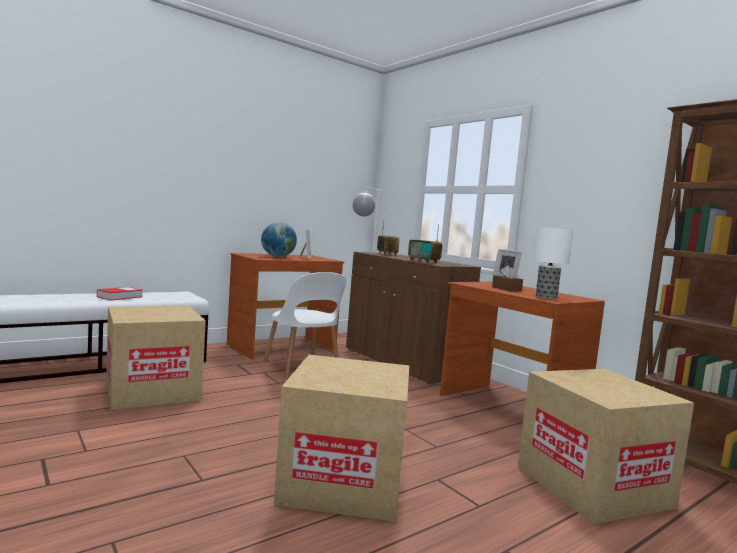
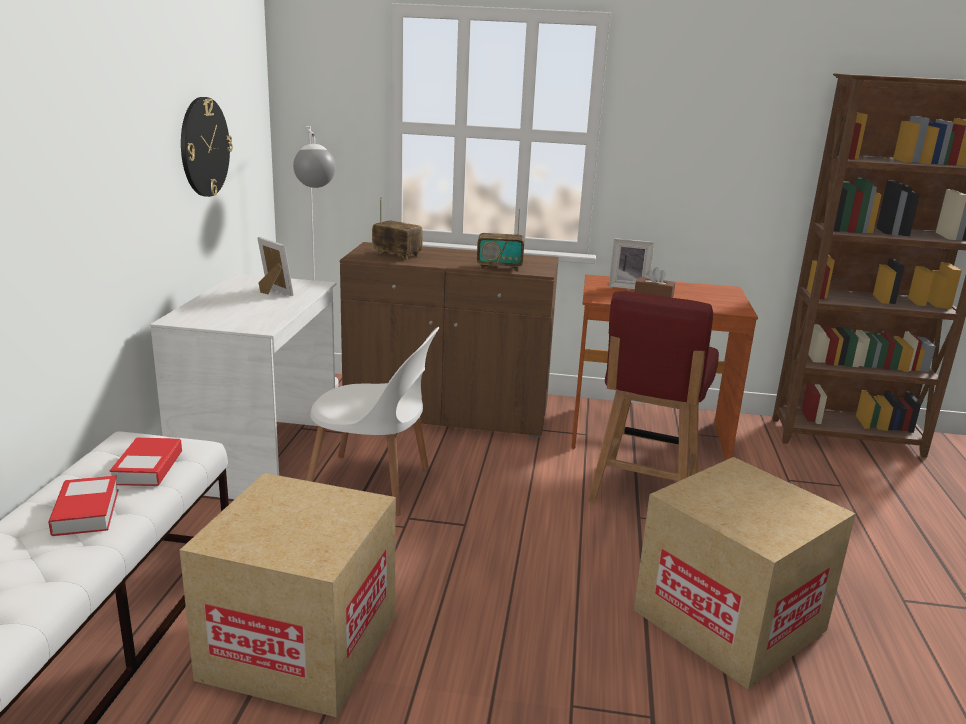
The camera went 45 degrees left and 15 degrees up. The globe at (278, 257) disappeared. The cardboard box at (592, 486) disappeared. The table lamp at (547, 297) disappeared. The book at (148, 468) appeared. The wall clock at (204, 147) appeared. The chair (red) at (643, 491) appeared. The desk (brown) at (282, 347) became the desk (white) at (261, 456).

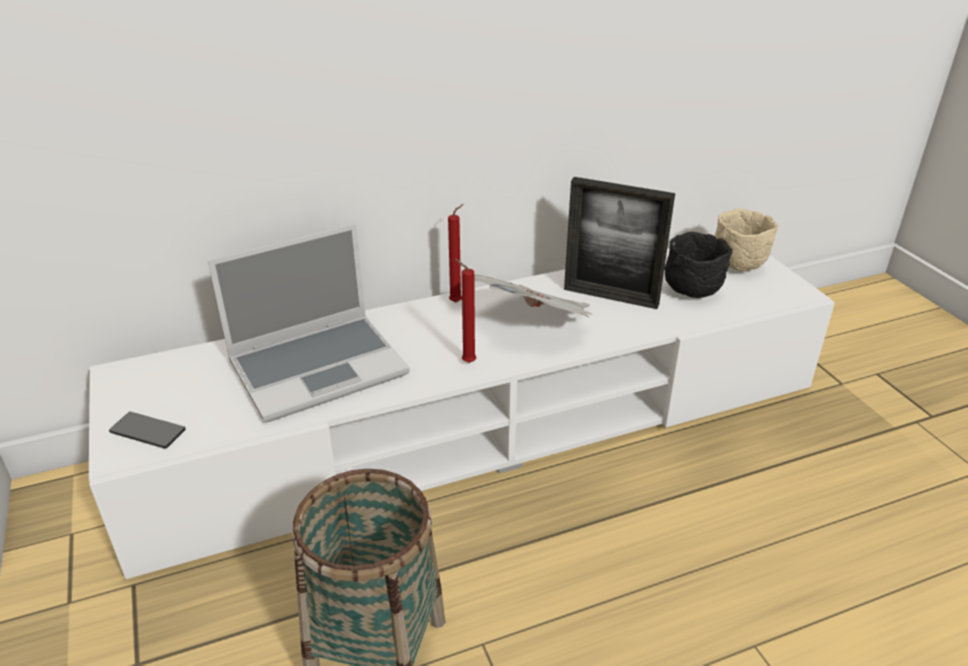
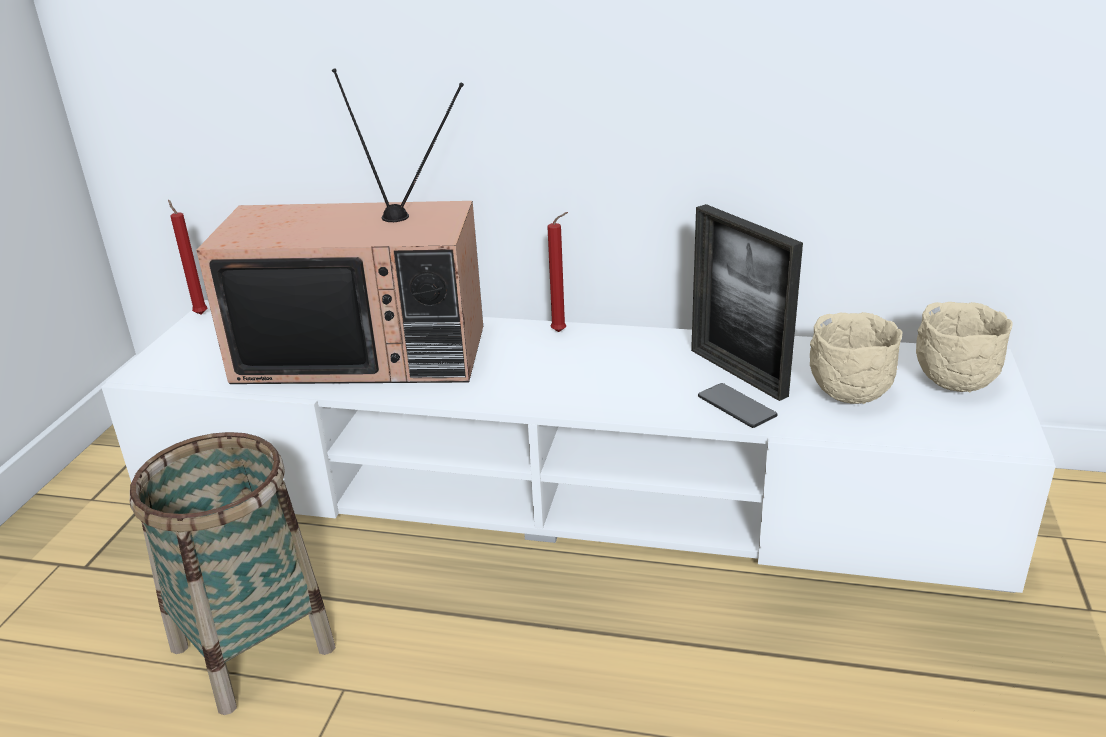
The camera went 35 degrees right and 5 degrees down. The newspaper at (536, 324) disappeared. The phone moved from (148, 431) to (736, 407). The candle (red) moved from (466, 362) to (200, 313). The laptop at (319, 367) was replaced by the television at (366, 352). The bowl (black) at (690, 293) became the bowl (beige) at (847, 396).

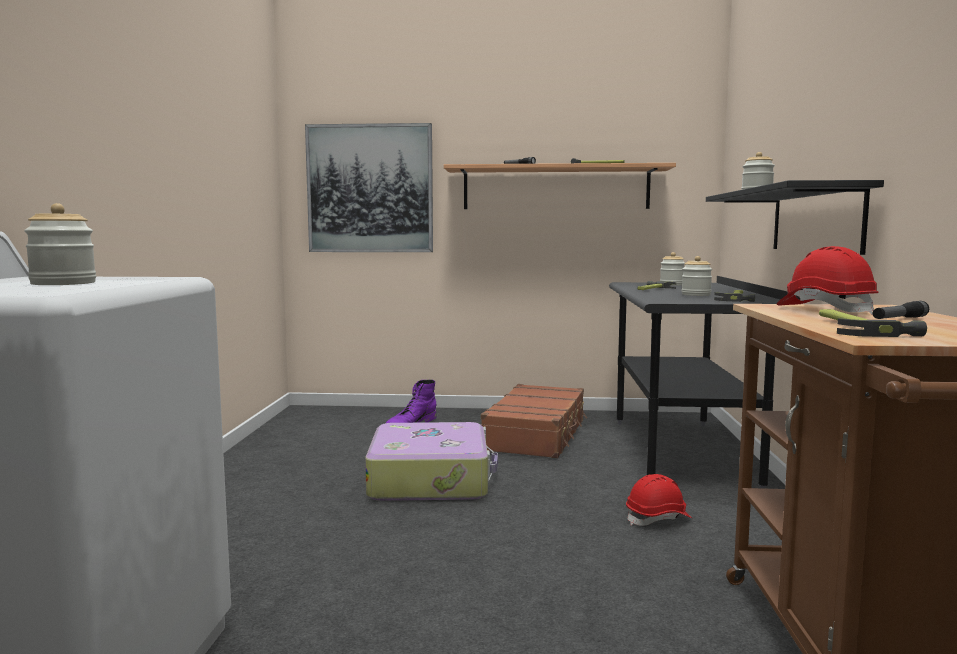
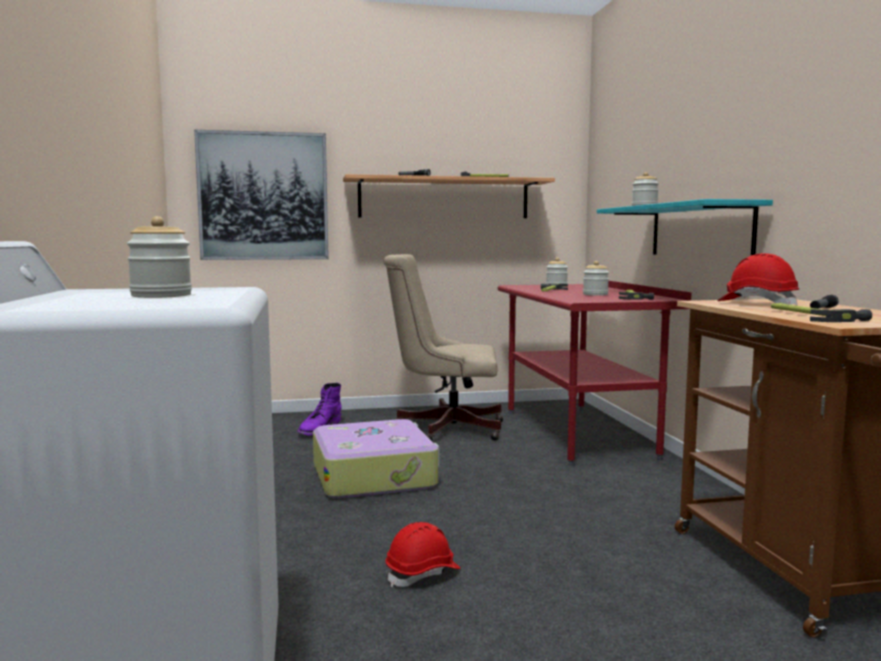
The camera went 15 degrees left and 0 degrees up. The hard hat (red) moved from (658, 519) to (423, 573). The suitcase (brown) at (537, 435) was replaced by the office chair (beige) at (445, 428). The desk (black) at (681, 452) became the desk (red) at (577, 434). The shelf (black) at (815, 220) became the shelf (turquoise) at (699, 231).

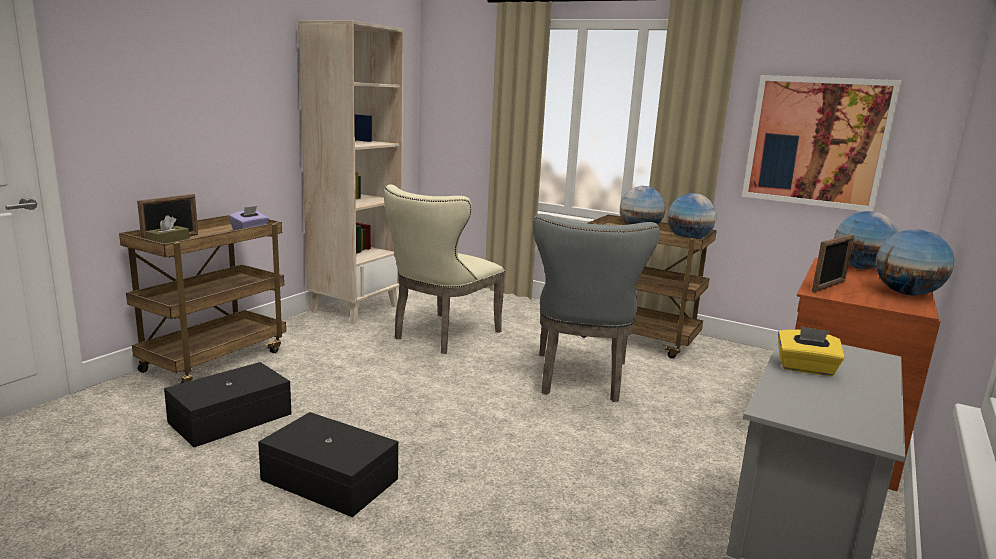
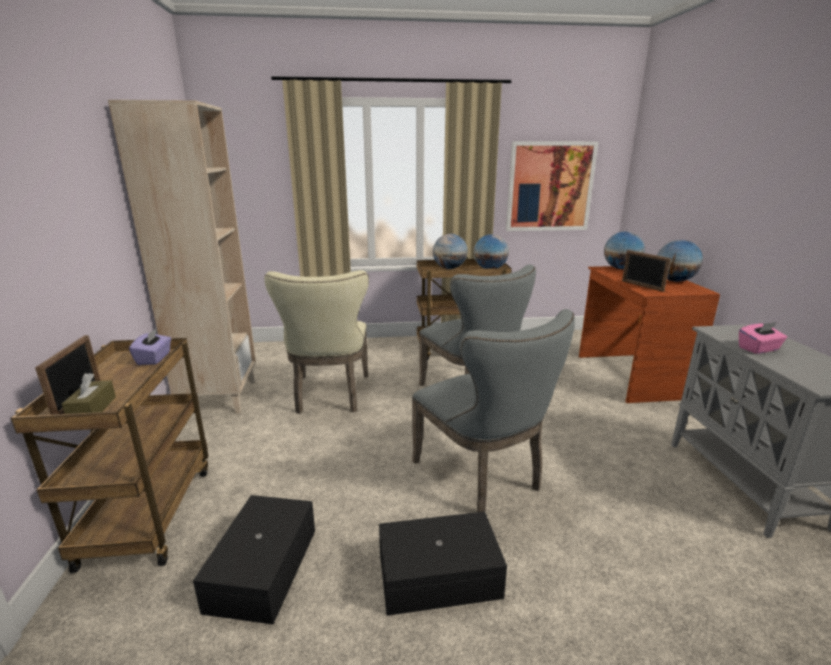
The camera went 35 degrees left and 5 degrees up. The chair (grey) at (483, 477) appeared. The tissue box (yellow) at (805, 368) became the tissue box (pink) at (758, 349). The picture frame at (829, 286) turned 135 degrees clockwise.

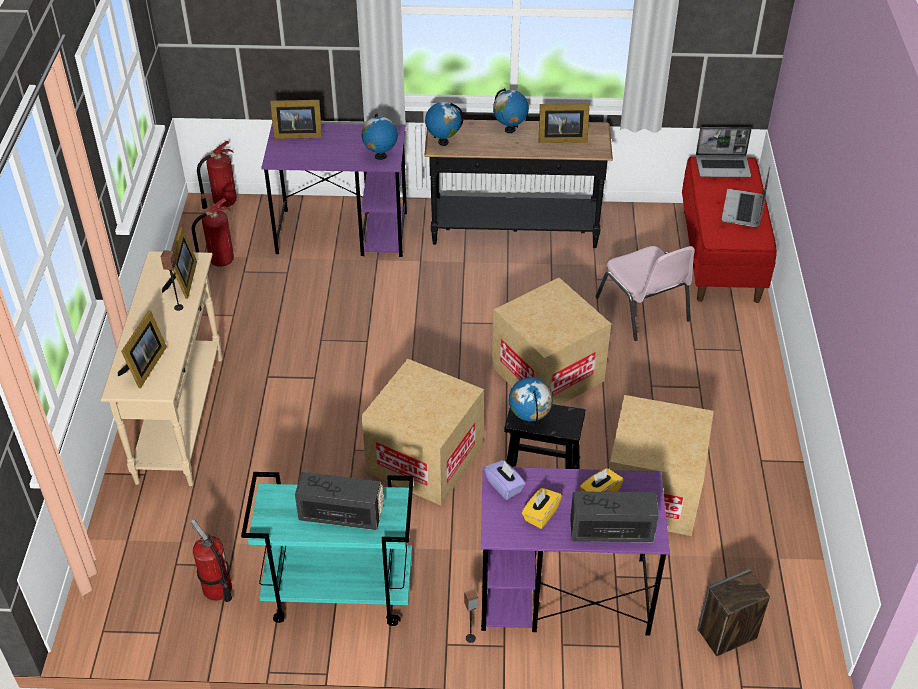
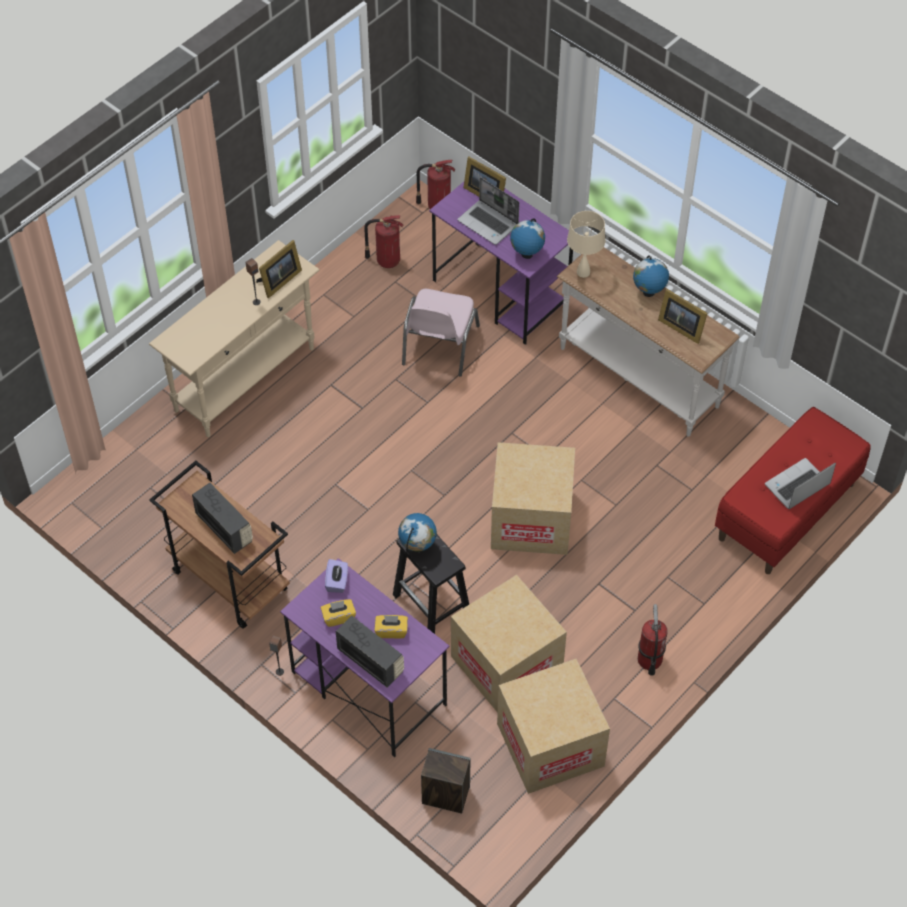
The camera went 40 degrees right and 10 degrees up. The picture frame at (144, 367) disappeared. The fire extinguisher moved from (217, 589) to (649, 660). The cardboard box moved from (425, 459) to (550, 745). The chair (pink) moved from (643, 310) to (439, 346). The laptop moved from (723, 167) to (489, 223). The globe at (443, 142) was replaced by the table lamp (beige) at (583, 272). The cart (turquoise) at (338, 593) became the cart (brown) at (228, 580). The console table (black) at (514, 231) became the console table (white) at (637, 378).

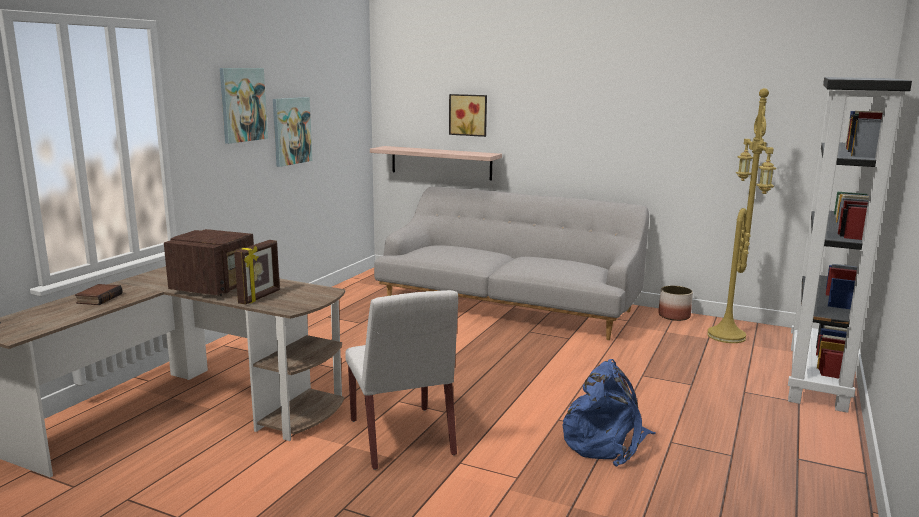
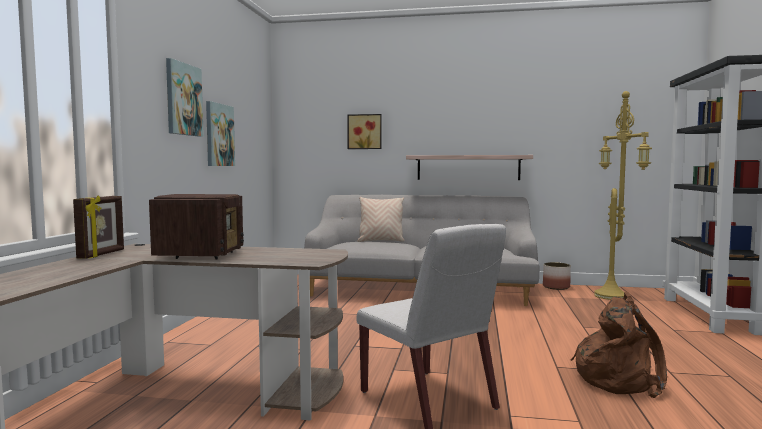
The camera went 15 degrees left and 10 degrees down. The book at (98, 298) disappeared. The pillow (beige) at (381, 241) appeared. The picture frame moved from (260, 297) to (102, 254). The shelf moved from (441, 162) to (468, 167). The backpack (blue) at (606, 442) became the backpack (brown) at (619, 379).

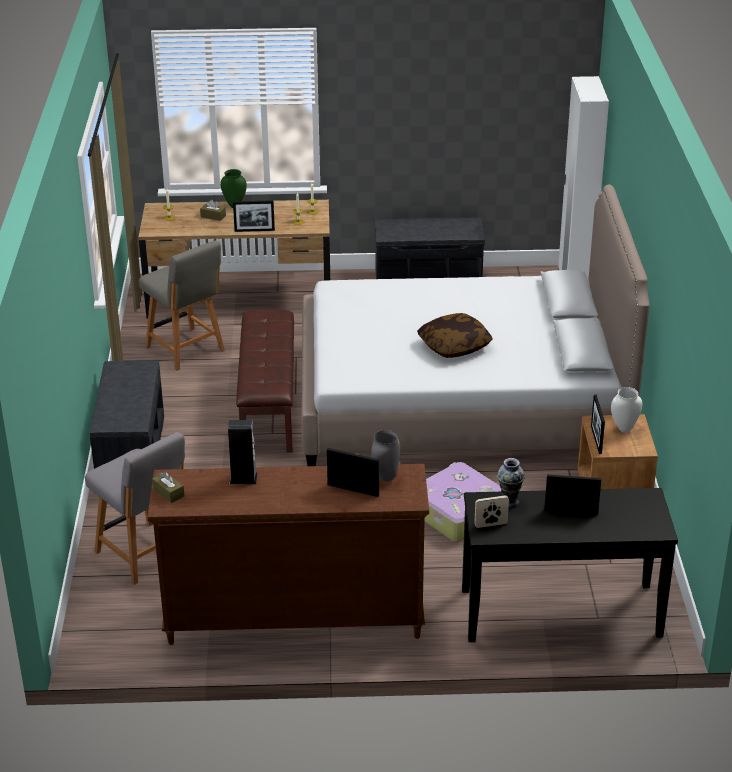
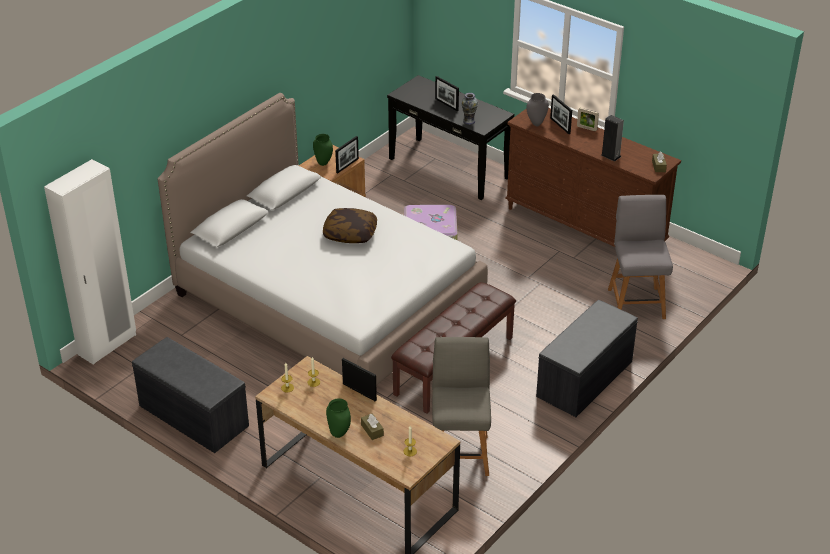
The camera went 140 degrees left and 5 degrees up. The picture frame moved from (490, 525) to (586, 128). The vase (white) at (624, 429) became the vase (green) at (323, 163).

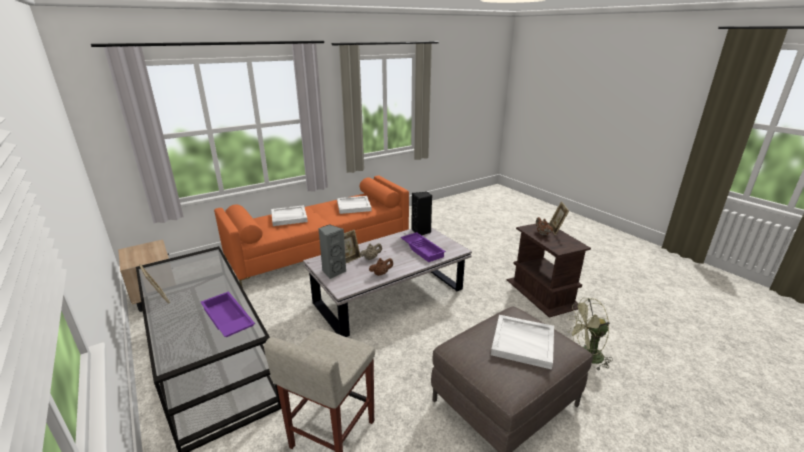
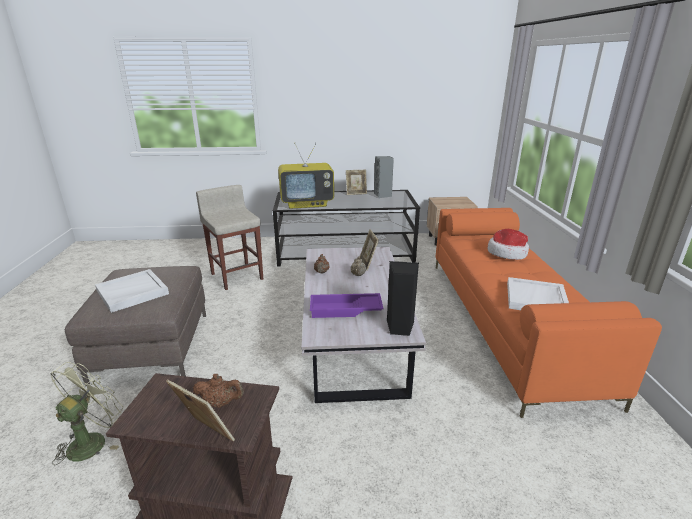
The camera went 120 degrees right and 0 degrees up. The speaker (grey) moved from (333, 272) to (383, 195). The tray (purple) at (227, 320) was replaced by the television at (307, 203). The tray (white) at (289, 217) was replaced by the hat at (507, 253).

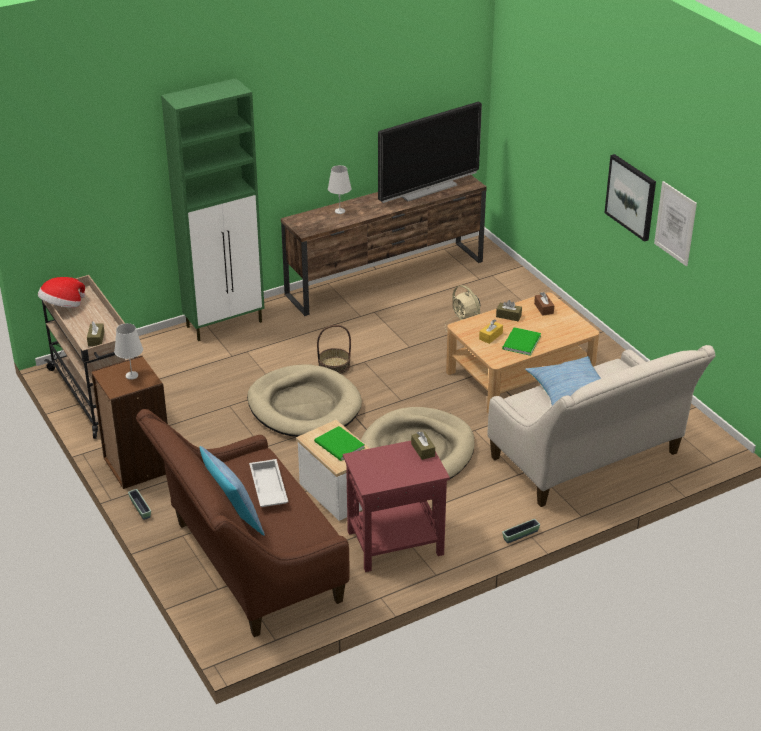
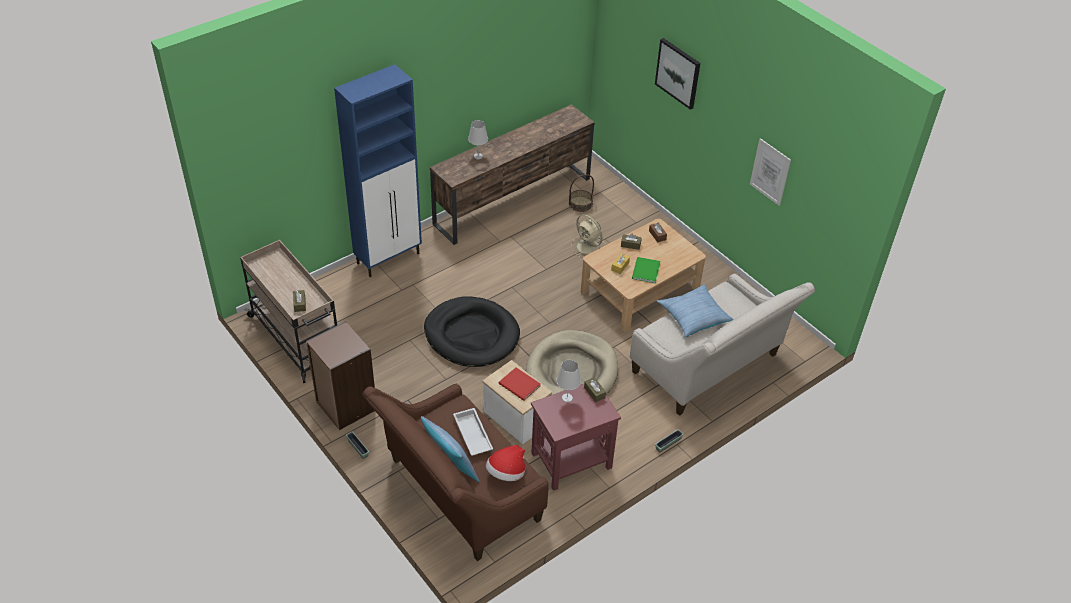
The camera went 10 degrees left and 10 degrees up. The television at (427, 189) disappeared. The hat moved from (63, 307) to (506, 473). The table lamp (white) moved from (132, 375) to (567, 397). The basket moved from (334, 366) to (580, 204). The picture moved from (631, 197) to (678, 73). The cabinet (green) at (225, 324) became the cabinet (blue) at (389, 258). The dog bed (beige) at (304, 406) became the dog bed (black) at (471, 335). The book (green) at (339, 446) became the book (red) at (519, 386).

